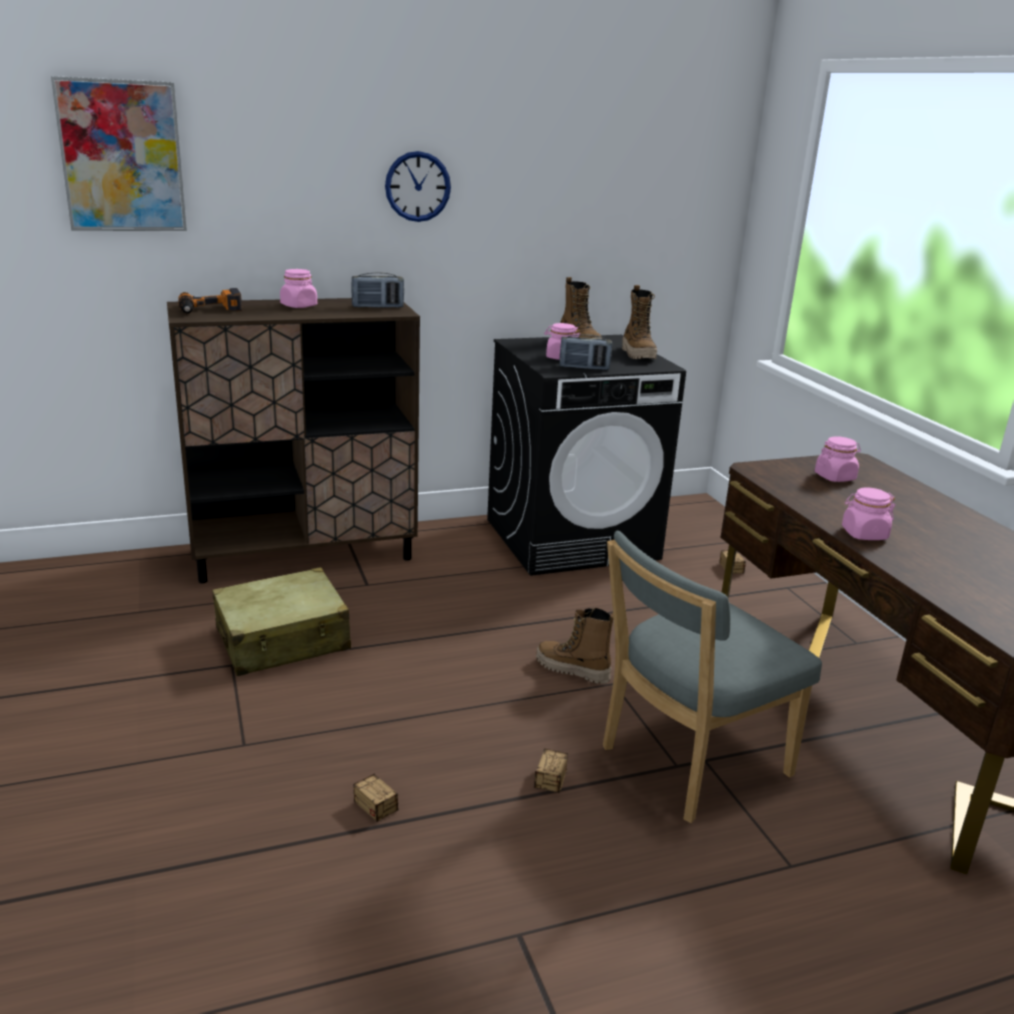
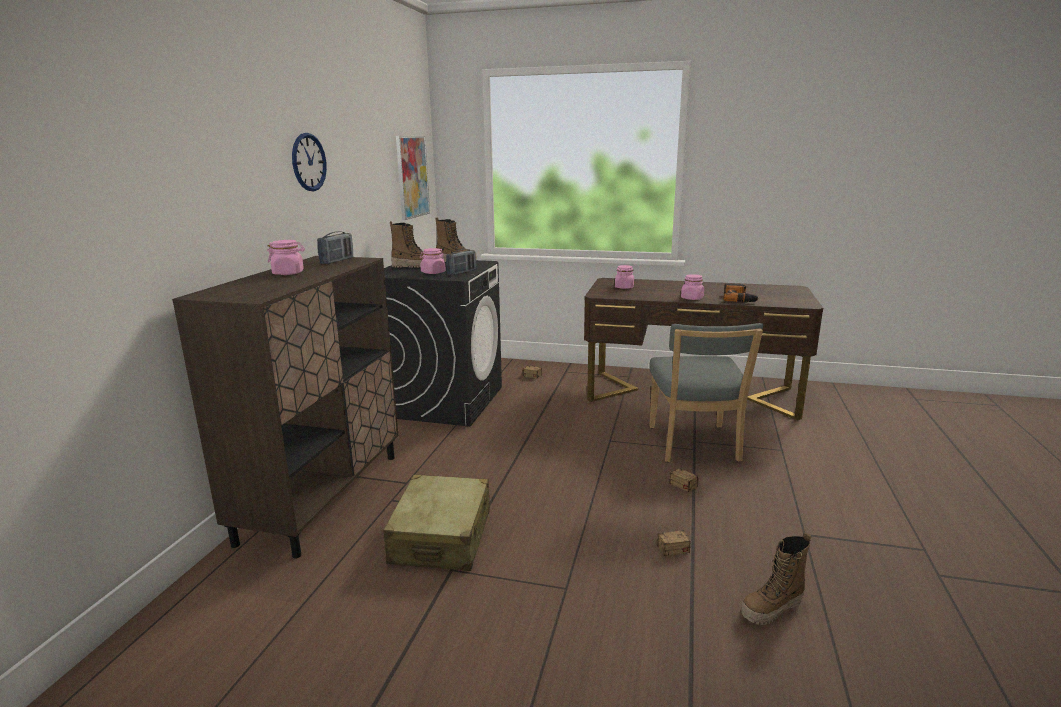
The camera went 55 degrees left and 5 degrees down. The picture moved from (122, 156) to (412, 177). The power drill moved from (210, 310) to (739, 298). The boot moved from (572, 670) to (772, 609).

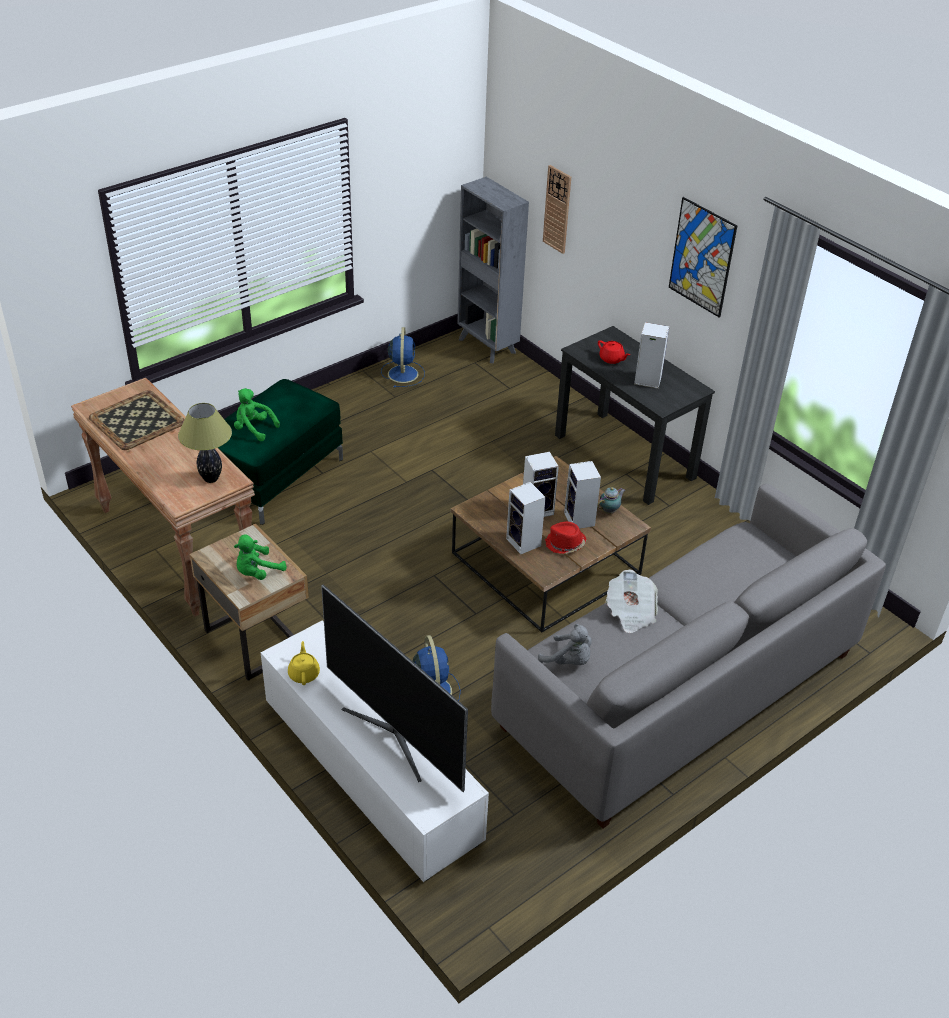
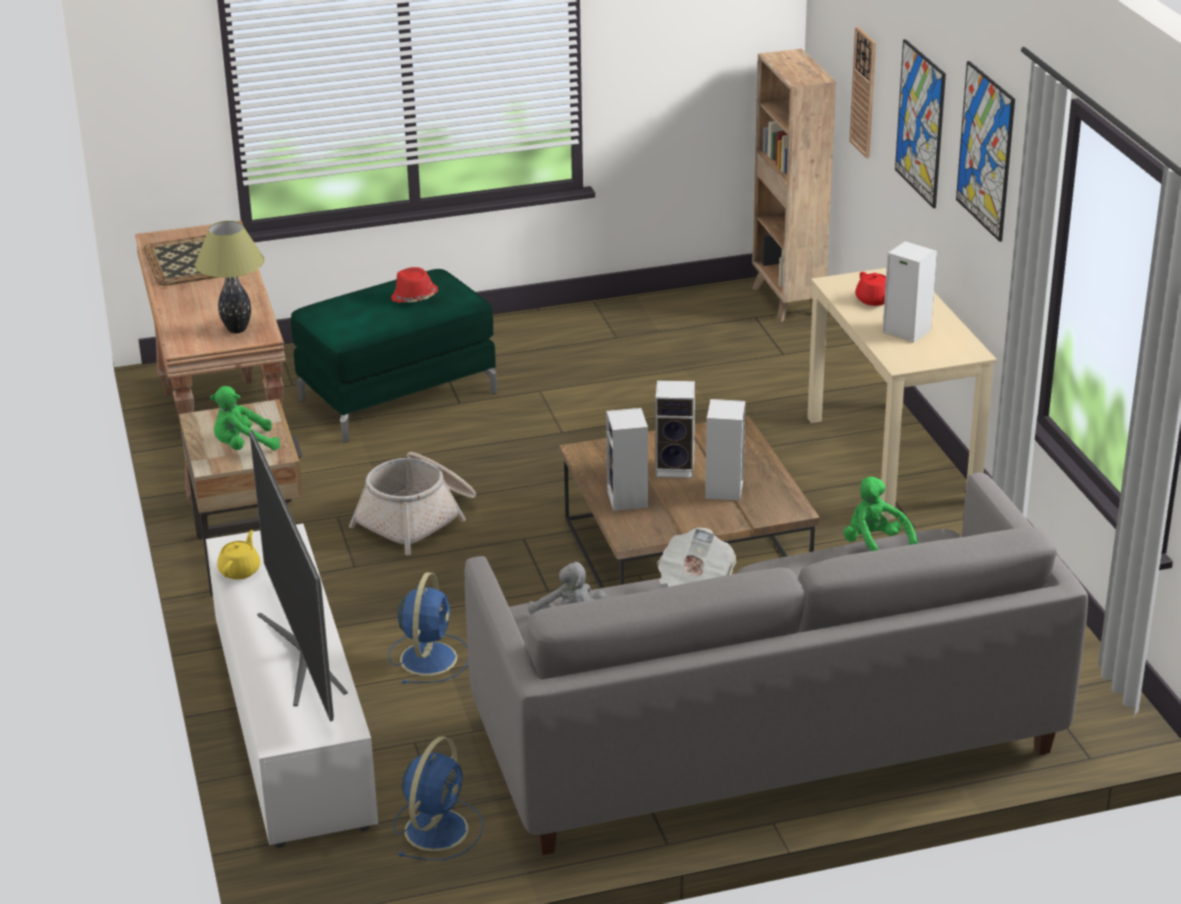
The camera went 25 degrees right and 10 degrees down. The teapot at (609, 511) disappeared. The basket at (418, 518) appeared. The picture at (920, 123) appeared. The plush toy (green) moved from (253, 429) to (875, 546). The fan (blue) moved from (403, 373) to (437, 828). The hat (red) moved from (565, 544) to (414, 298). The bookcase (grey) at (487, 346) became the bookcase (brown) at (787, 302). The desk (black) at (624, 456) became the desk (beige) at (891, 459).

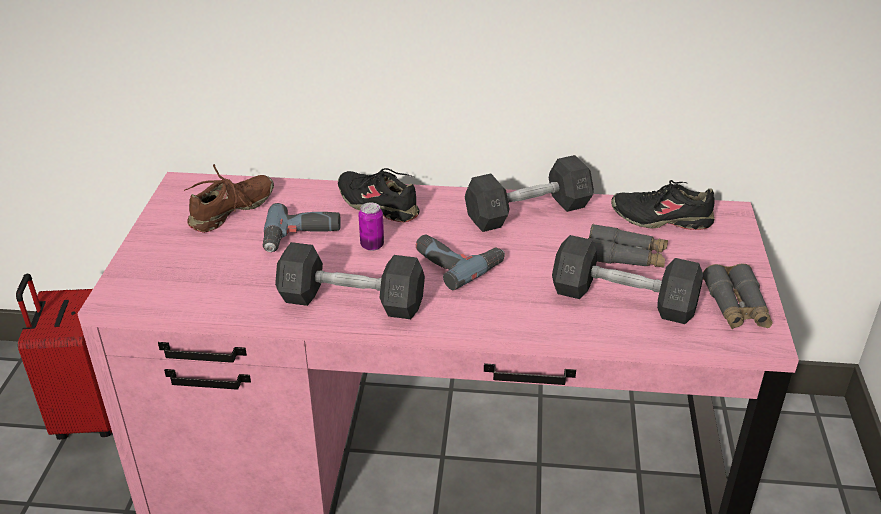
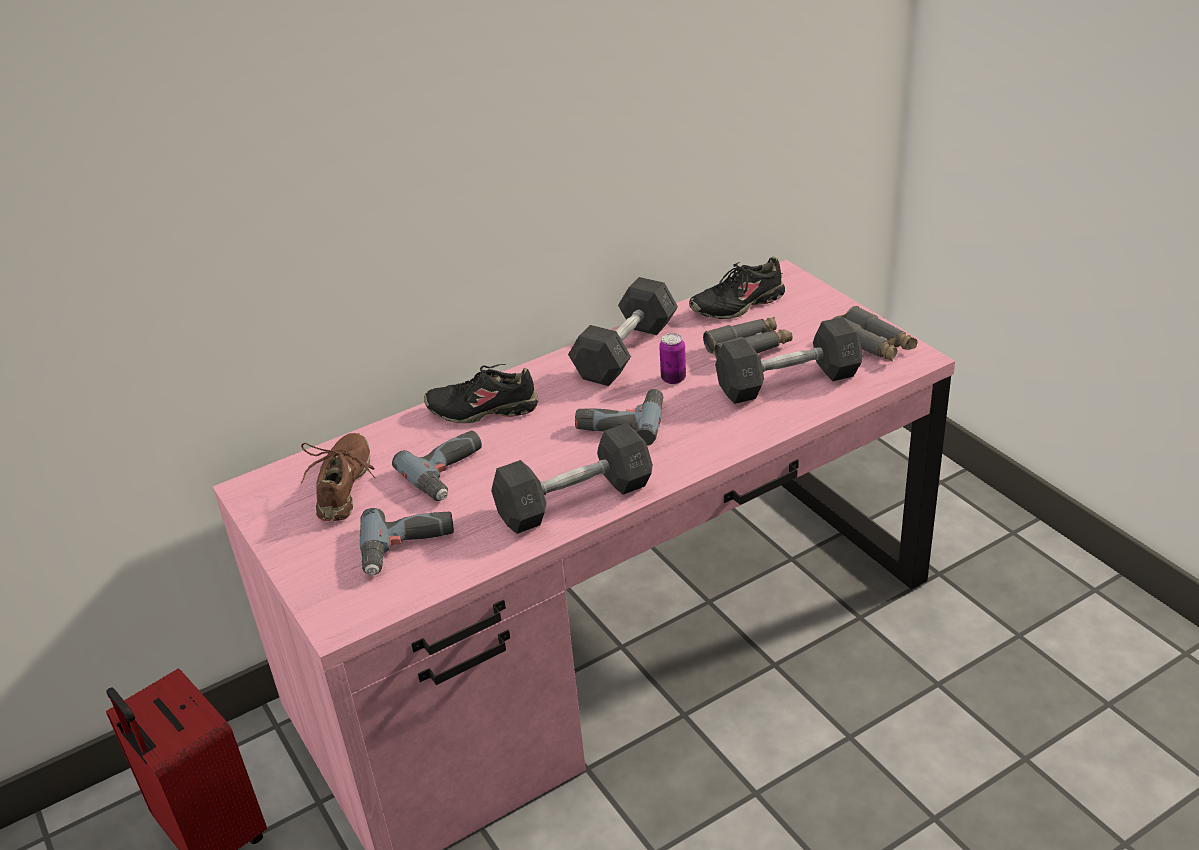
The camera went 35 degrees left and 0 degrees up. The power drill at (408, 548) appeared. The can moved from (372, 245) to (673, 379).

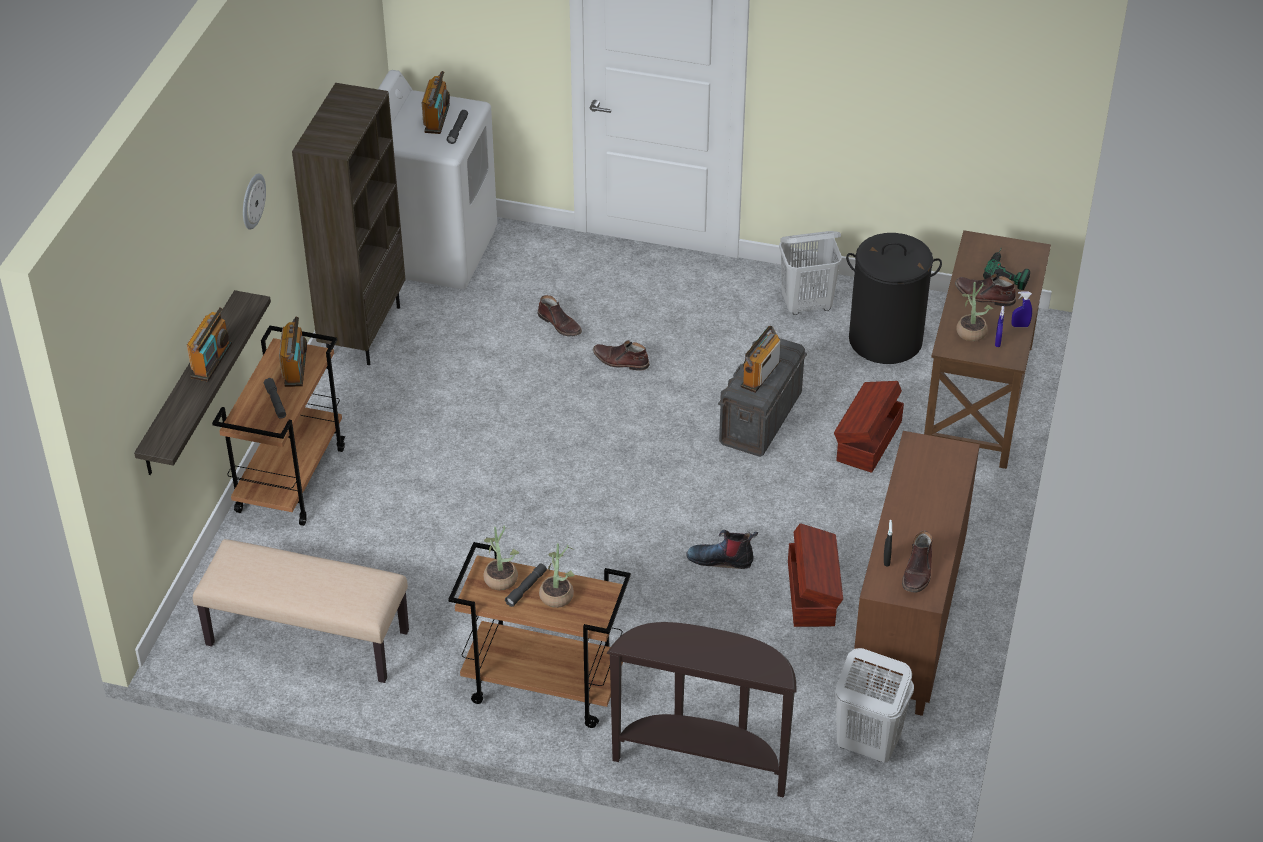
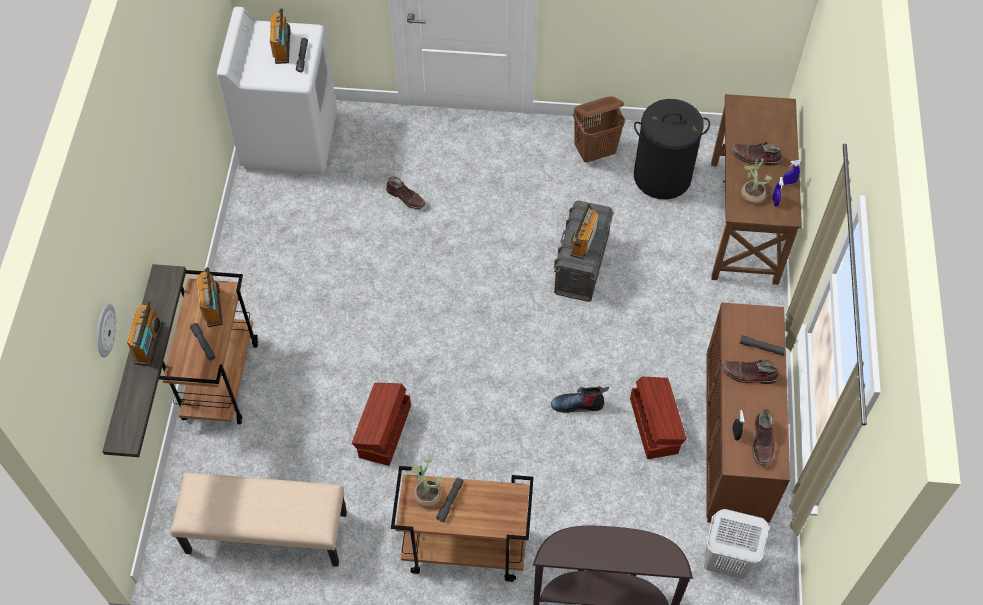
The camera went 10 degrees left and 15 degrees up. The bookcase (brown) at (363, 331) disappeared. The potted plant at (558, 593) disappeared. The power drill at (1009, 270) disappeared. The flashlight (grey) at (761, 347) appeared. The wall clock moved from (252, 201) to (104, 330). The boot (brown) moved from (620, 361) to (749, 375). The storage box (brown) moved from (867, 441) to (383, 431). The laundry basket (white) at (807, 305) became the laundry basket (brown) at (595, 152).

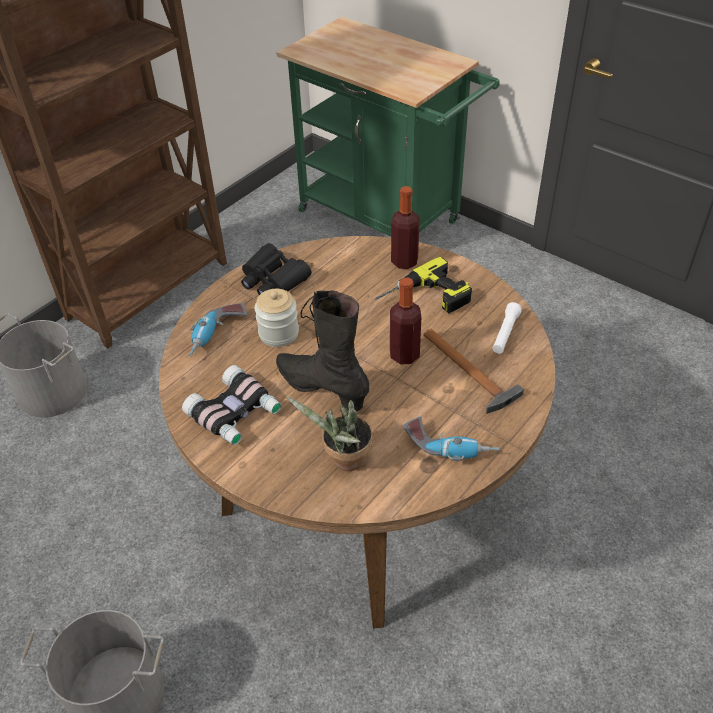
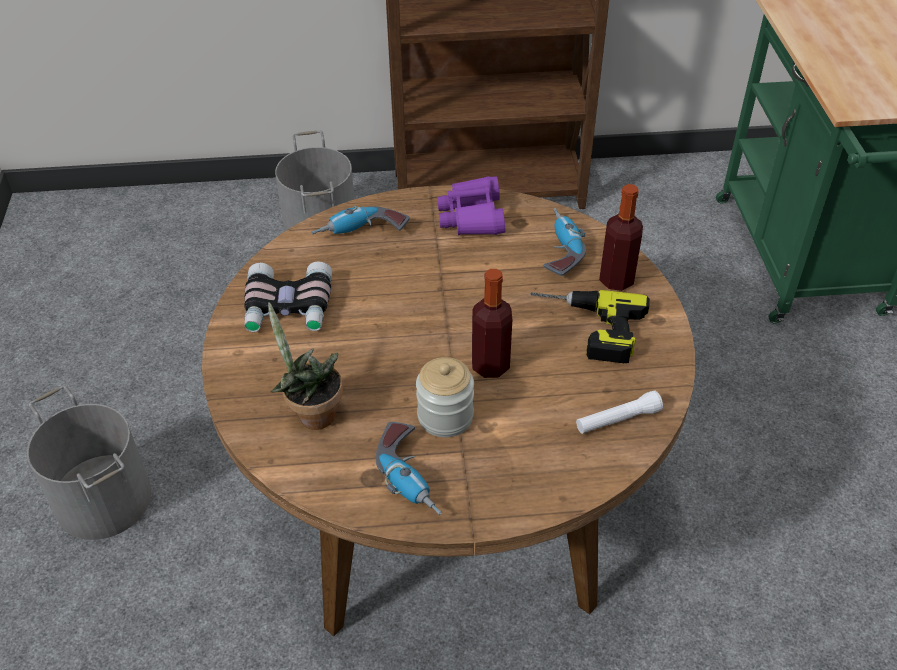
The camera went 45 degrees right and 0 degrees up. The boot (black) at (322, 388) disappeared. The hammer at (469, 373) disappeared. The power drill at (558, 250) appeared. The jar moved from (279, 333) to (445, 416). The binoculars (black) at (273, 280) became the binoculars (purple) at (472, 216).

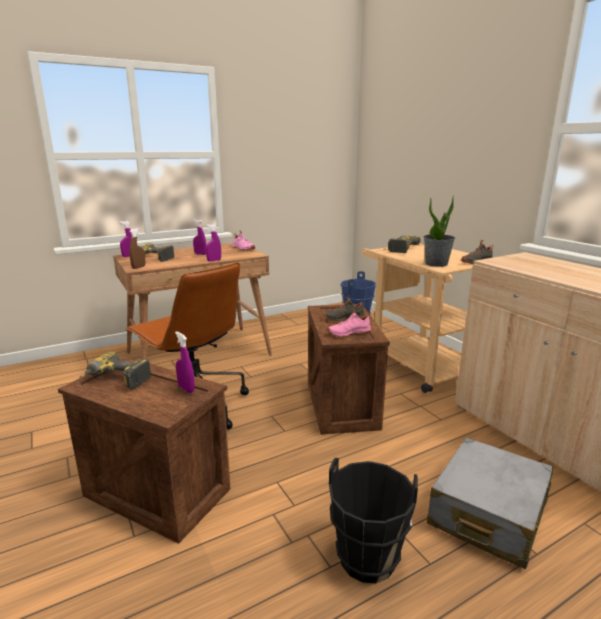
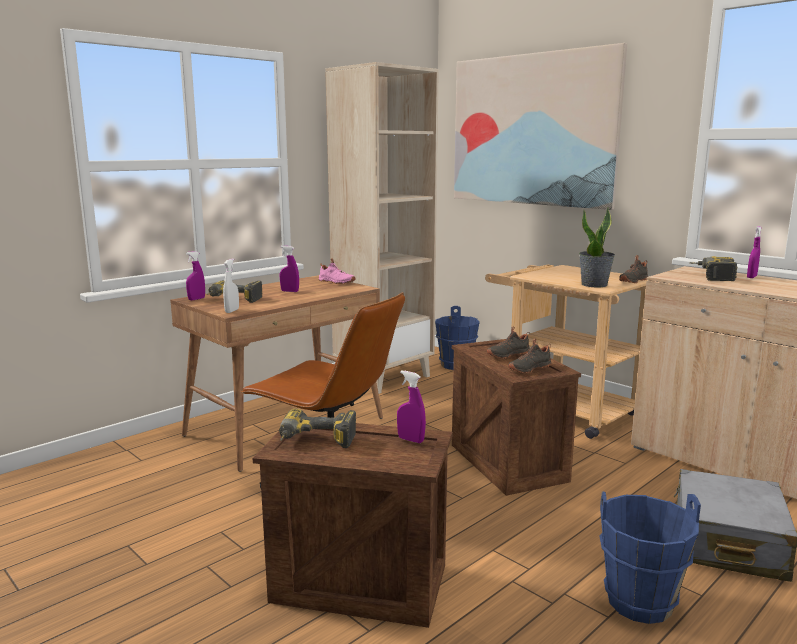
The camera went 15 degrees left and 5 degrees down. The bookcase (beige) at (384, 377) appeared. The picture at (532, 130) appeared. The spray bottle (purple) moved from (214, 260) to (751, 277). The power drill moved from (400, 249) to (711, 276). The spray bottle (brown) at (138, 267) became the spray bottle (white) at (232, 311). The shoe (pink) at (348, 333) became the shoe (black) at (528, 368). The bucket (black) at (367, 559) became the bucket (blue) at (640, 603).

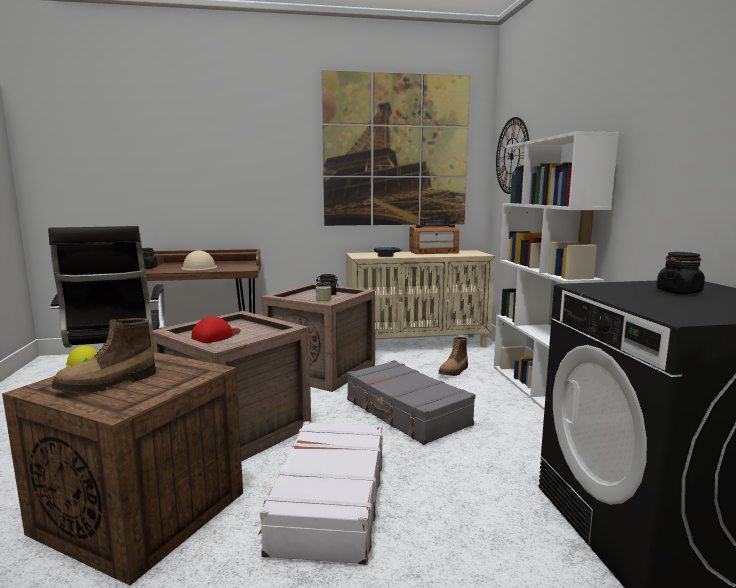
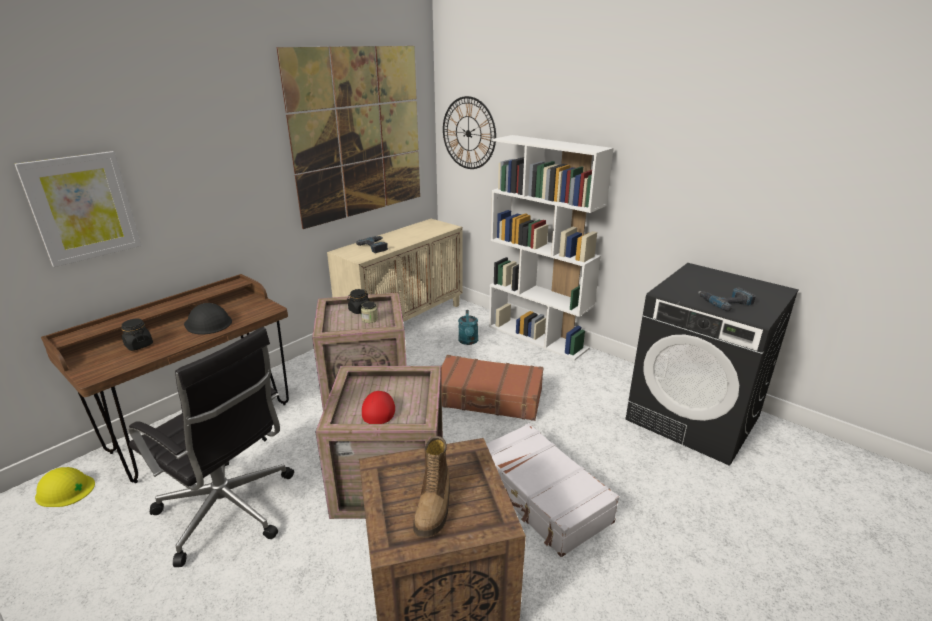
The camera went 40 degrees left and 15 degrees up. The radio at (433, 252) disappeared. The jar (black) at (679, 292) disappeared. The picture at (82, 208) appeared. The power drill at (725, 302) appeared. The boot at (454, 371) was replaced by the watering can (turquoise) at (468, 341). The hard hat (beige) at (199, 267) became the hard hat (black) at (208, 323). The suitcase (grey) at (406, 413) became the suitcase (brown) at (488, 398).

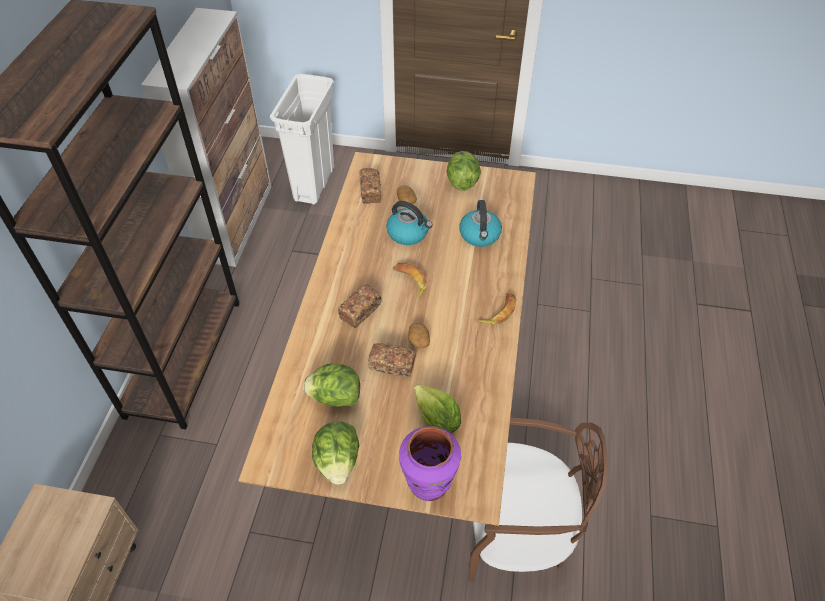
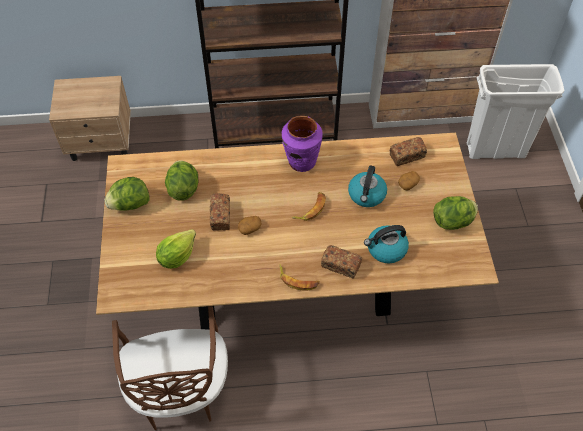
The camera went 75 degrees right and 5 degrees up. The bread moved from (360, 312) to (340, 266). The vase (purple) moved from (428, 483) to (301, 161).

